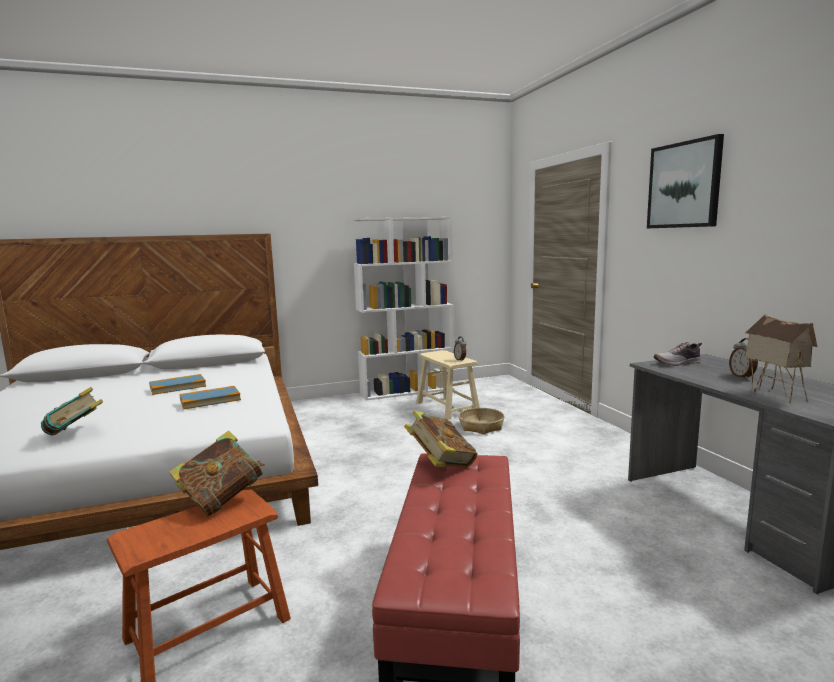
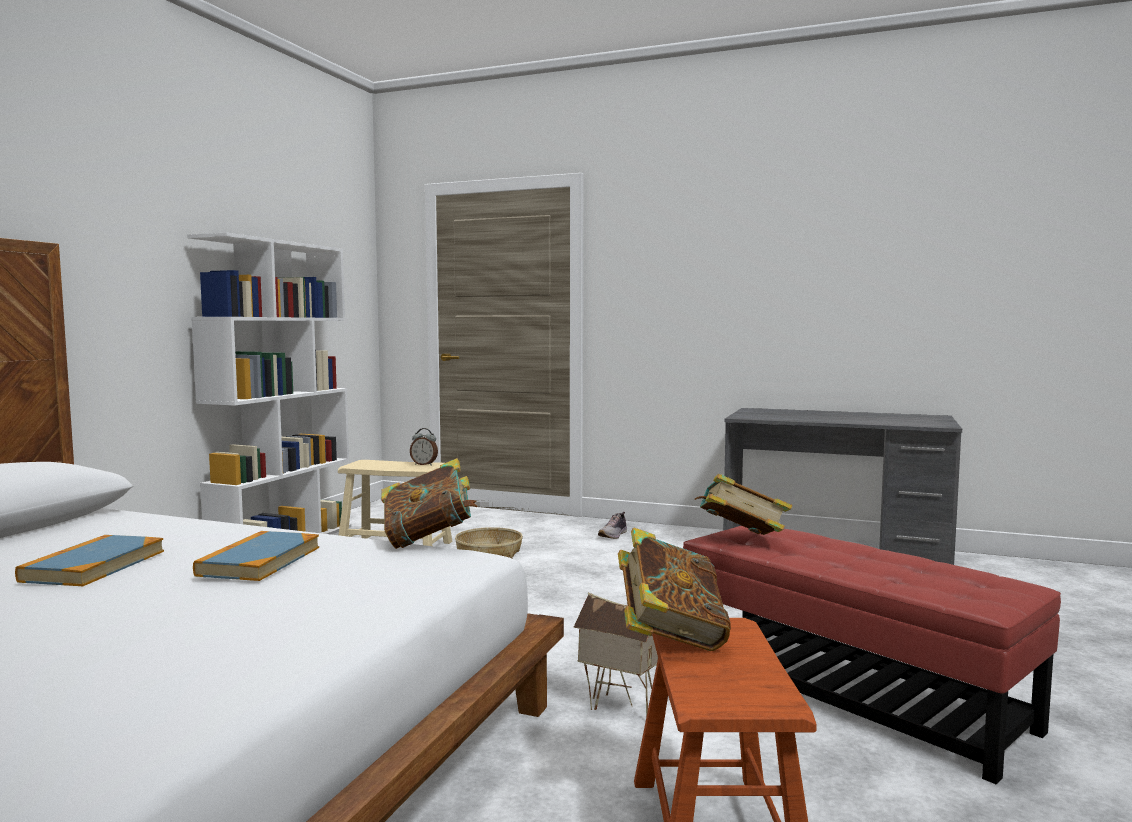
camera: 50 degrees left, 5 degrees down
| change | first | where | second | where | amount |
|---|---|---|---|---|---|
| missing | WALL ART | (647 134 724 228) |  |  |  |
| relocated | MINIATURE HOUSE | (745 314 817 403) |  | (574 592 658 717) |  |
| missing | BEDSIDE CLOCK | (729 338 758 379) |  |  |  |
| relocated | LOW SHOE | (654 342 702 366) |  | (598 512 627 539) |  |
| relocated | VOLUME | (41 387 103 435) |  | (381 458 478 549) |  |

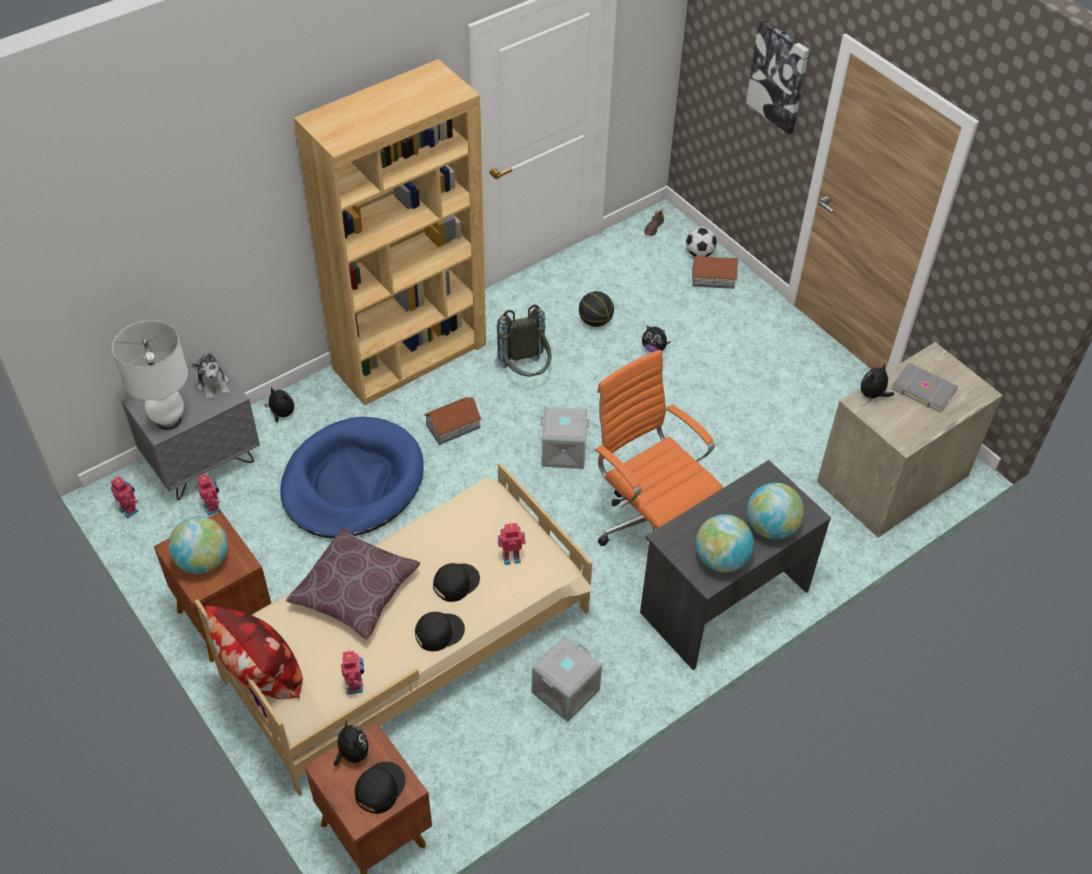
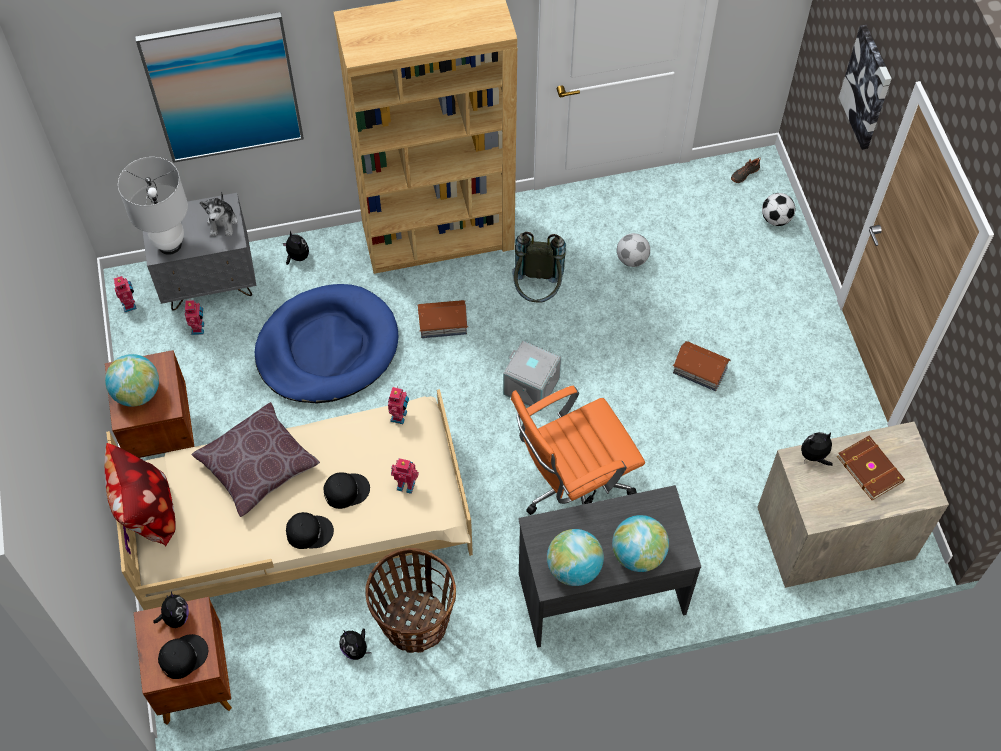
camera: 25 degrees right, 10 degrees up
| change | first | where | second | where | amount |
|---|---|---|---|---|---|
| relocated | MINIATURE HOUSE | (692 256 738 289) |  | (673 341 731 391) |  |
| exchanged | BASKETBALL BALL | (579 291 614 327) | BALL FOR FOOTBALL | (617 233 650 267) |  |
| relocated | CUDDLY TOY | (642 325 671 353) |  | (339 629 372 660) |  |
| spun | ORANGEY COMPUTER CHAIR | (594 350 723 546) |  | (511 386 645 515) | 105 degrees counterclockwise |
| colour | GREYISH VOLUME | (891 363 958 413) | BROWN VOLUME | (837 436 905 500) |  |
| exchanged | GREYISH STORAGE CONTAINER | (531 637 602 722) | BASKET | (365 548 456 653) |  |
| relocated | ROBOT FIGURE | (341 649 364 695) |  | (388 386 409 424) |  |
| appeared |  |  | WALL ART | (135 12 304 163) |  |

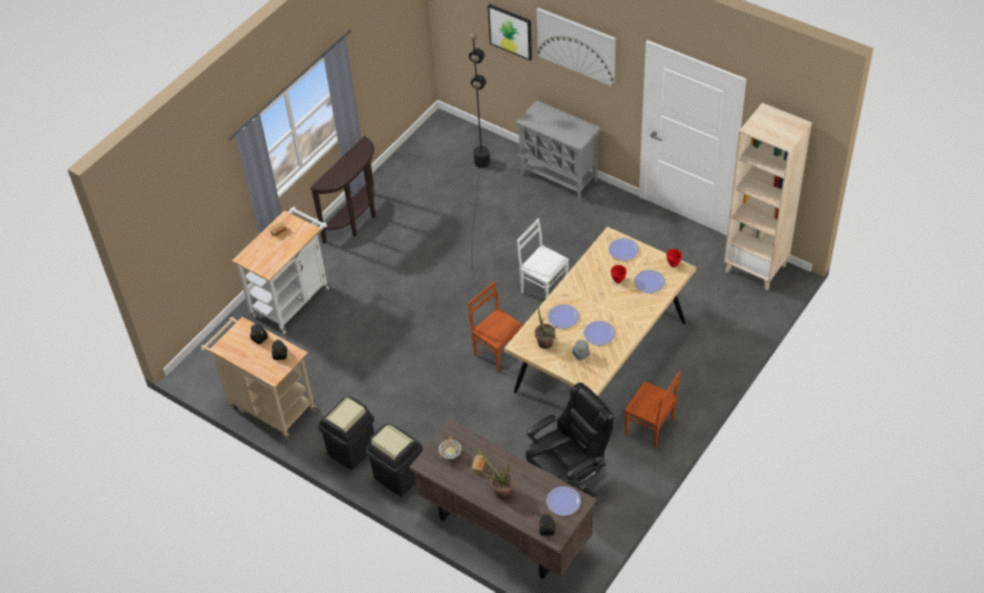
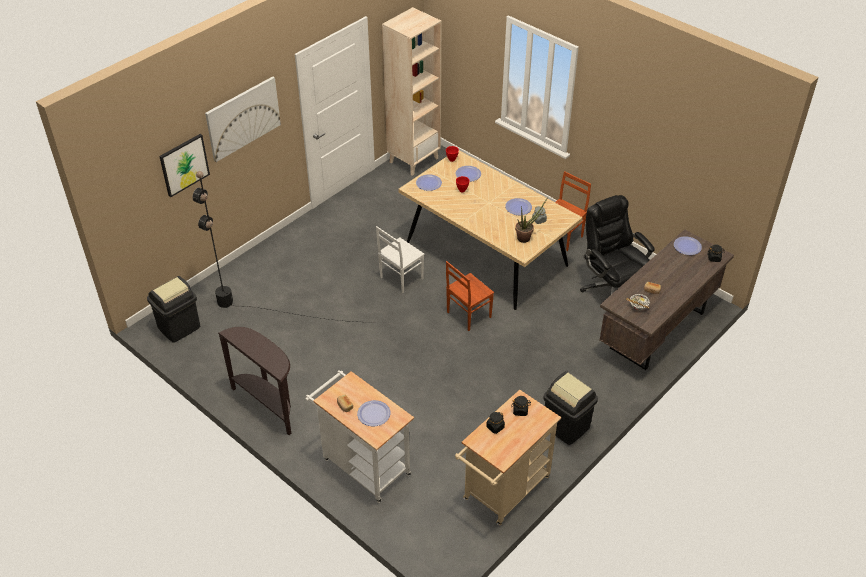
camera: 85 degrees left, 5 degrees down
| change | first | where | second | where | amount |
|---|---|---|---|---|---|
| missing | GREYISH STORAGE CABINET | (516 100 601 201) |  |  |  |
| relocated | PLATE | (548 304 579 329) |  | (357 400 390 426) |  |
| relocated | BLACKISH TRASH CAN | (366 424 423 497) |  | (147 276 200 343) |  |
| missing | POTTED PLANT | (476 448 514 499) |  |  |  |

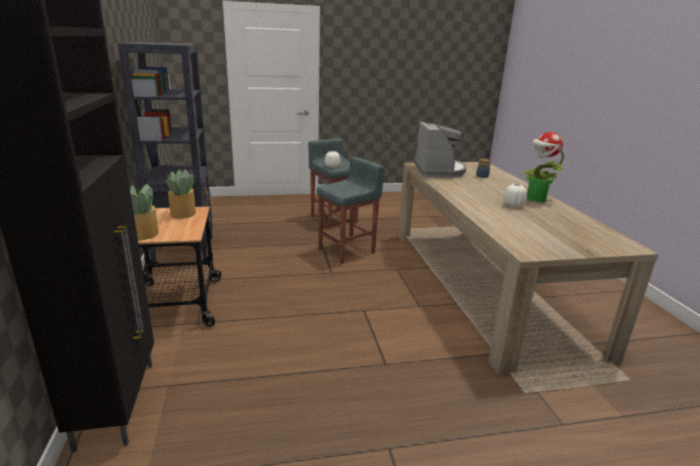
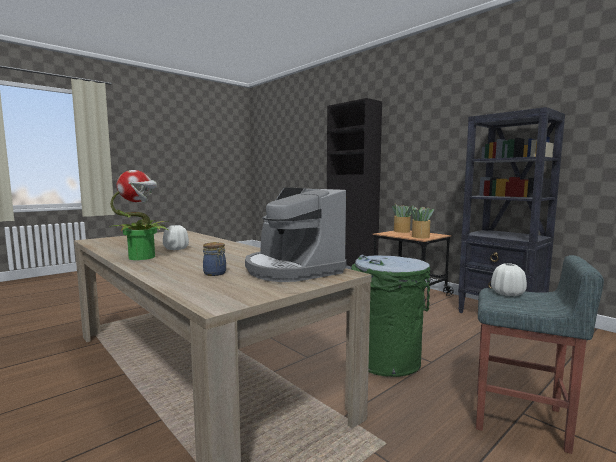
camera: 150 degrees right, 15 degrees down
| change | first | where | second | where | amount |
|---|---|---|---|---|---|
| exchanged | GREYISH SITTING STOOL | (317 157 385 264) | GREENISH TRASH CAN | (351 255 430 377) |  |

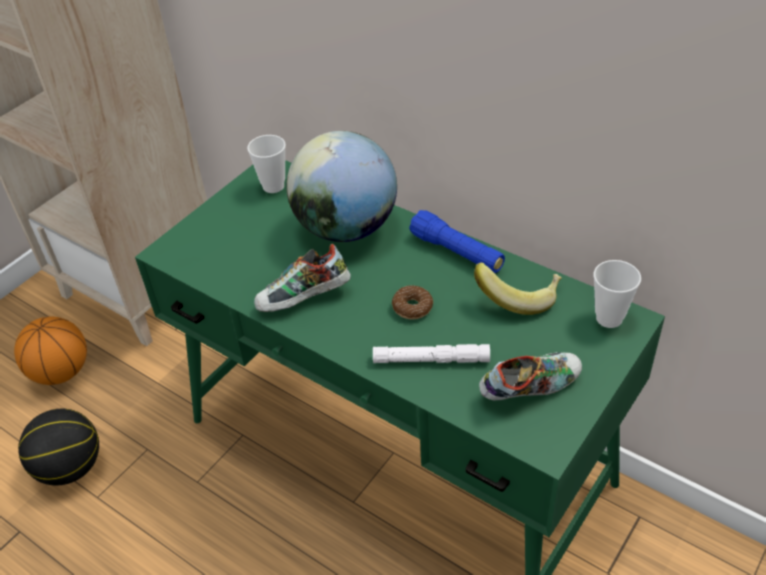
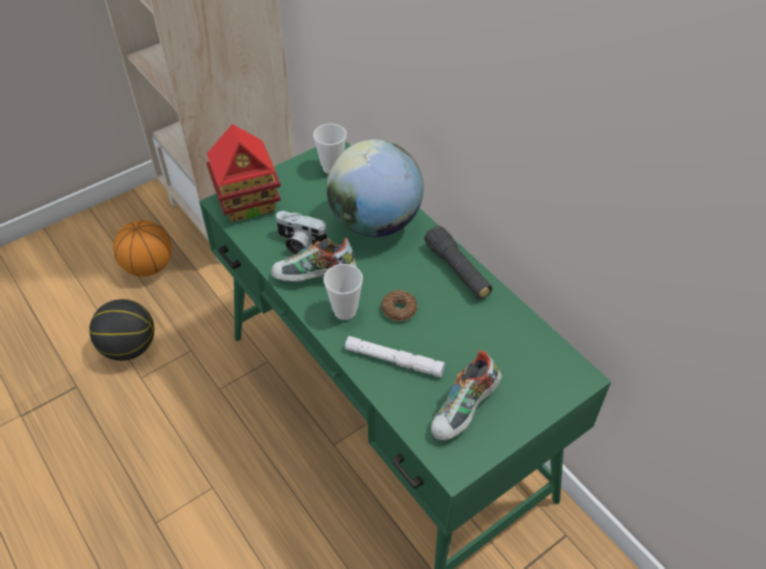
camera: 15 degrees right, 5 degrees up
| change | first | where | second | where | amount |
|---|---|---|---|---|---|
| colour | BLUE-COLOURED FLASHLIGHT | (409 210 505 273) | BLACKISH FLASHLIGHT | (424 225 492 299) |  |
| relocated | SMALL CUP | (594 260 641 328) |  | (324 264 363 320) |  |
| missing | BANANA | (474 262 562 315) |  |  |  |
| spun | LOW SHOE | (479 352 582 401) |  | (431 350 502 441) | 135 degrees clockwise |
| appeared |  |  | MINIATURE HOUSE | (206 124 281 222) |  |
| appeared |  |  | PHOTO CAMERA | (276 211 328 255) |  |

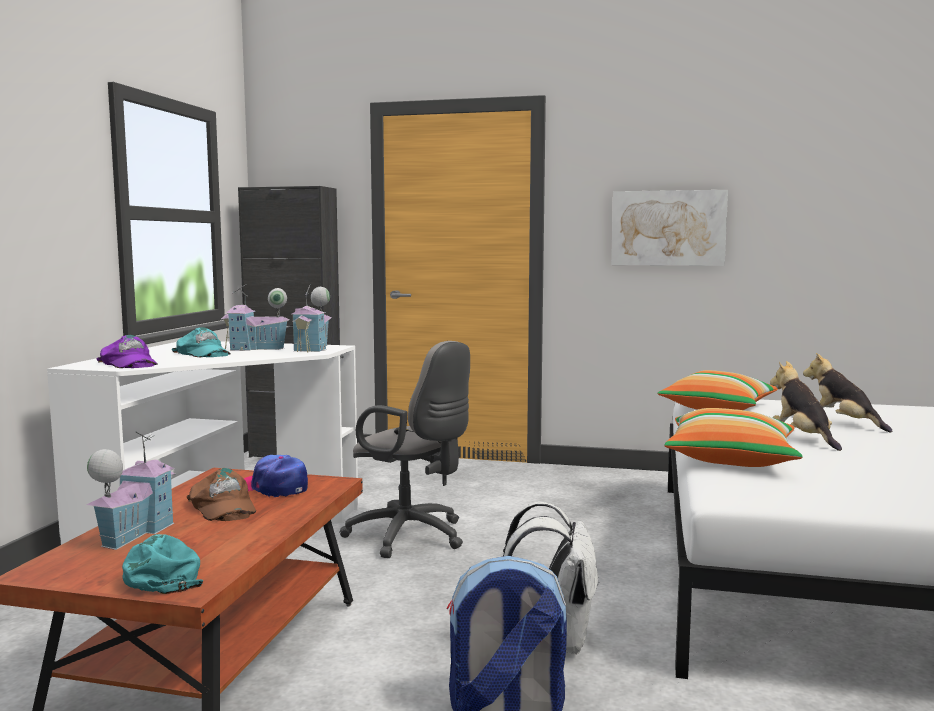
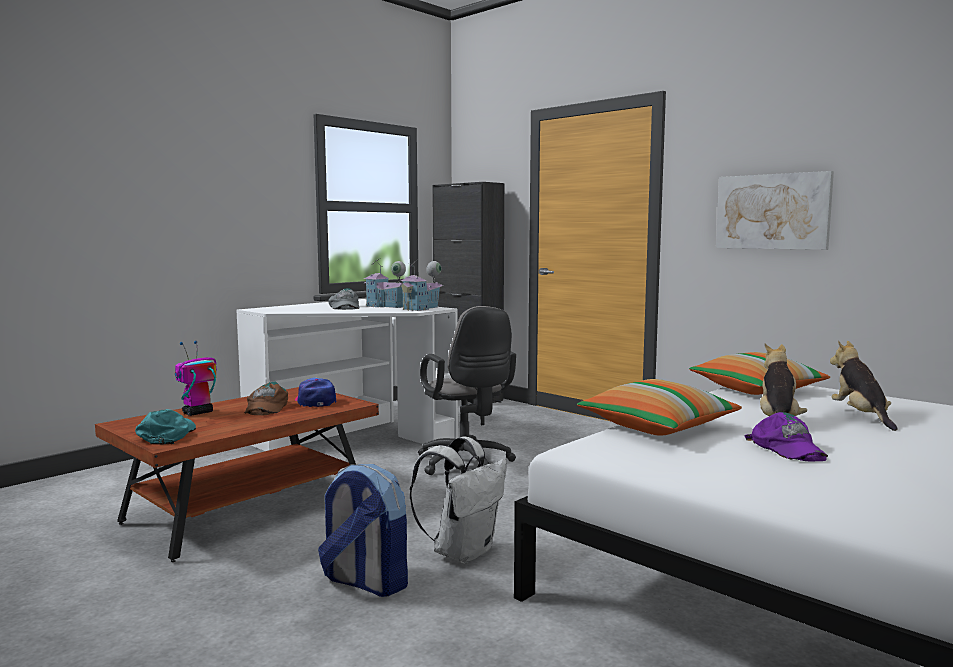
camera: 30 degrees right, 0 degrees up
| change | first | where | second | where | amount |
|---|---|---|---|---|---|
| colour | TURQUOISE CAP | (172 327 231 357) | GREYISH CAP | (328 288 359 310) |  |
| relocated | PURPLE-COLOURED CAP | (96 335 158 368) |  | (744 412 828 462) |  |
| exchanged | MINIATURE HOUSE | (86 432 175 550) | ROBOT FIGURE | (175 341 217 416) |  |

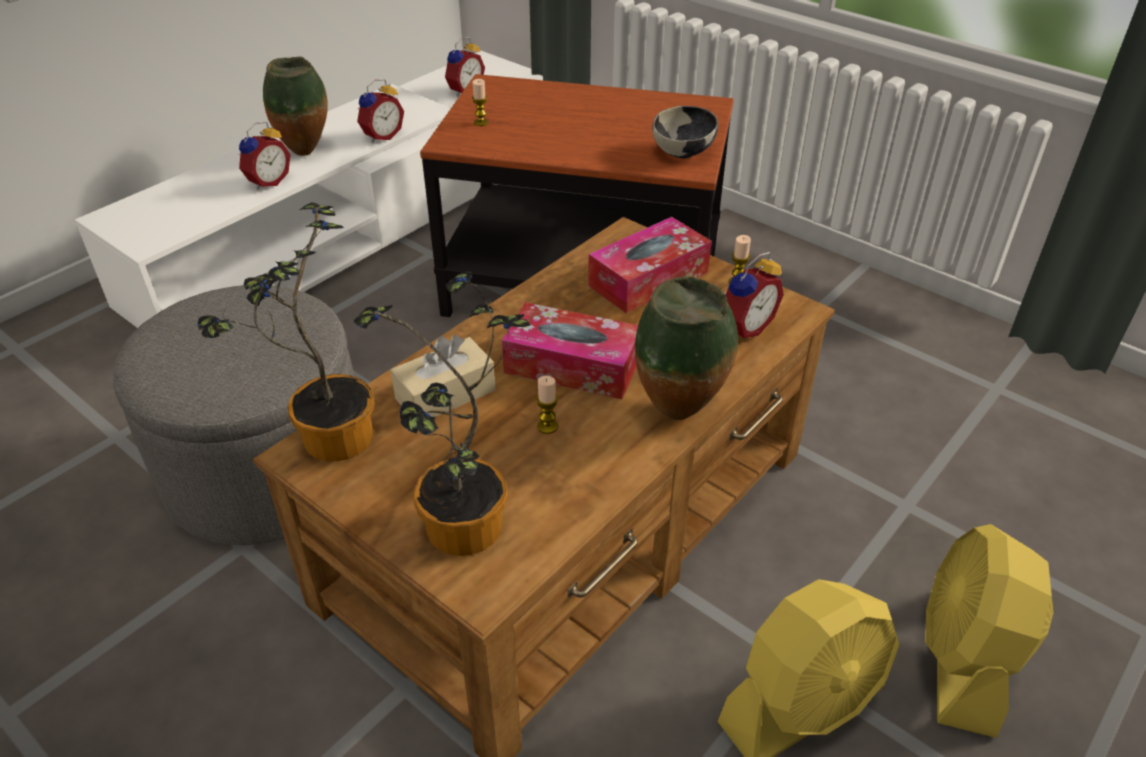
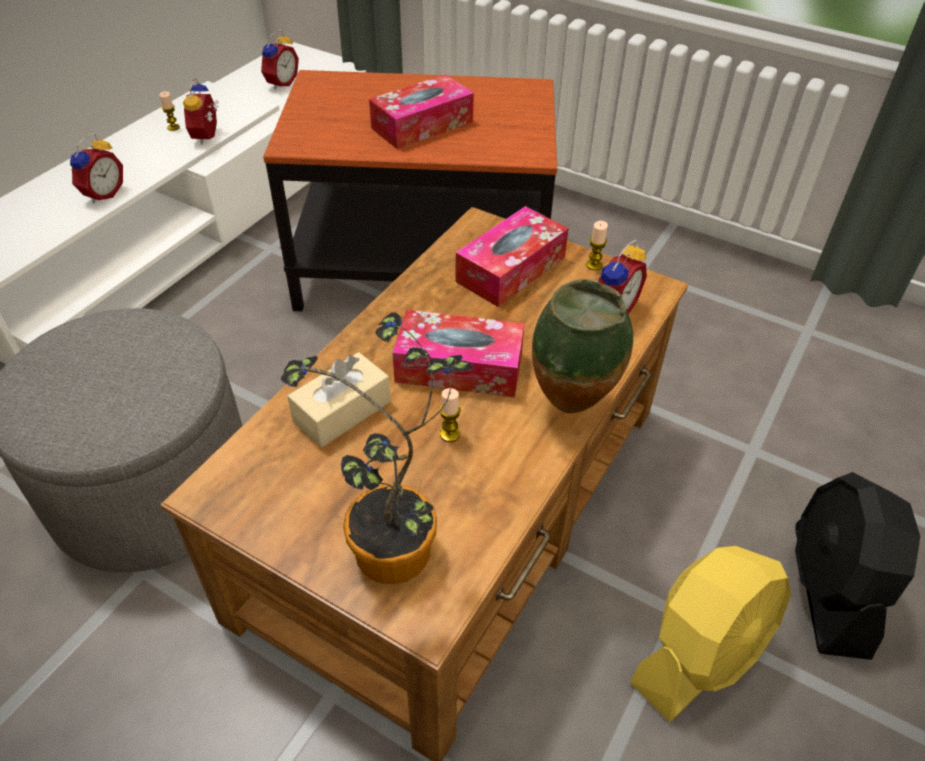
camera: 10 degrees left, 5 degrees up
| change | first | where | second | where | amount |
|---|---|---|---|---|---|
| missing | VASE | (263 57 328 156) |  |  |  |
| spun | BEDSIDE CLOCK | (357 79 404 143) |  | (183 78 219 144) | 150 degrees clockwise |
| relocated | WAX LIGHT | (472 79 489 126) |  | (160 91 180 131) |  |
| missing | DEEP DISH | (652 106 718 159) |  |  |  |
| missing | POTTED PLANT | (197 203 375 461) |  |  |  |
| colour | YELLOWISH ELECTRIC FAN | (925 524 1054 738) | BLACKISH ELECTRIC FAN | (795 472 920 660) |  |
| appeared |  |  | BOX OF TISSUES | (369 74 474 149) |  |

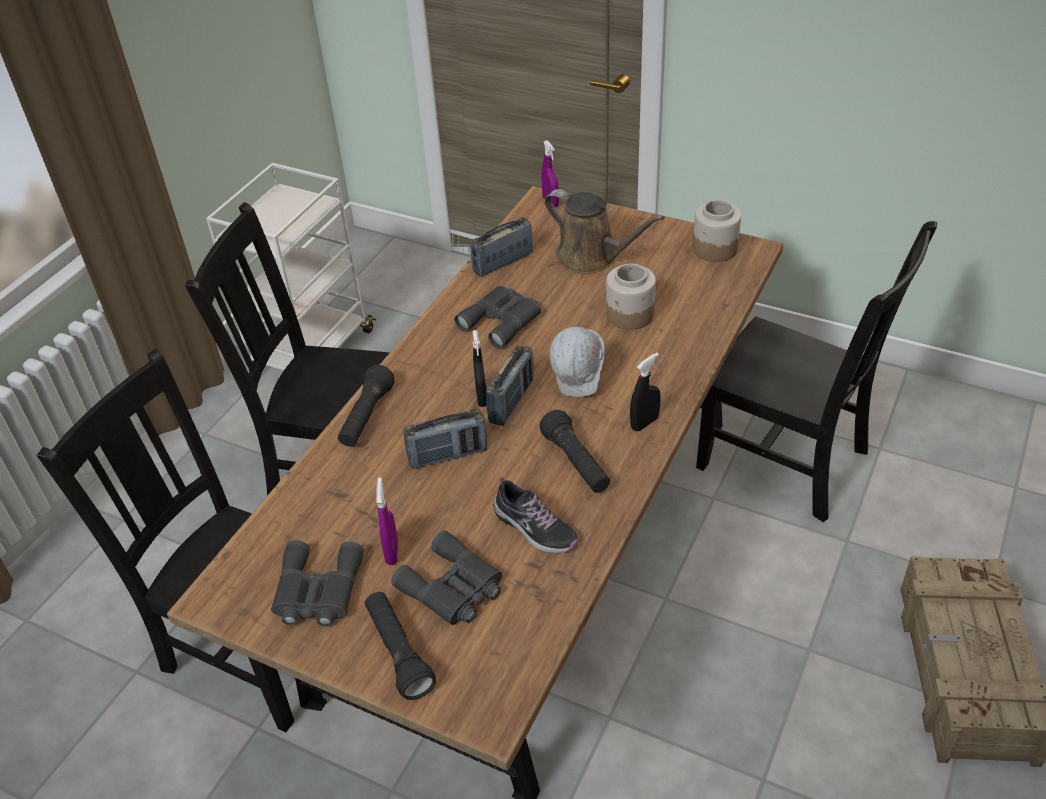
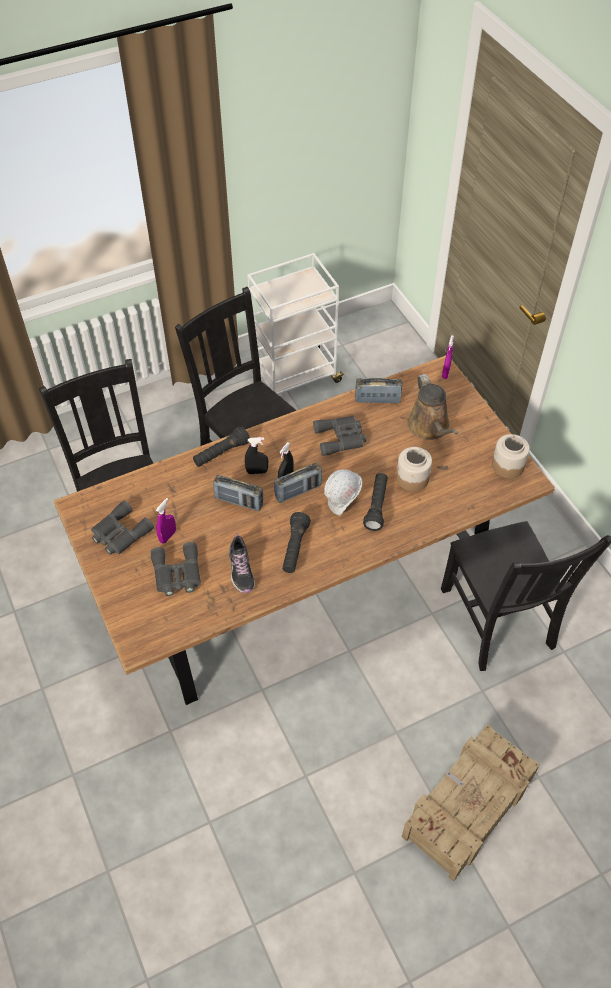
camera: 35 degrees right, 10 degrees up
| change | first | where | second | where | amount |
|---|---|---|---|---|---|
| relocated | BLACKISH HAND SPRAYER | (630 353 660 431) |  | (245 437 268 474) |  |
| relocated | BLACKISH FLASHLIGHT | (365 592 436 700) |  | (363 473 388 531) |  |

